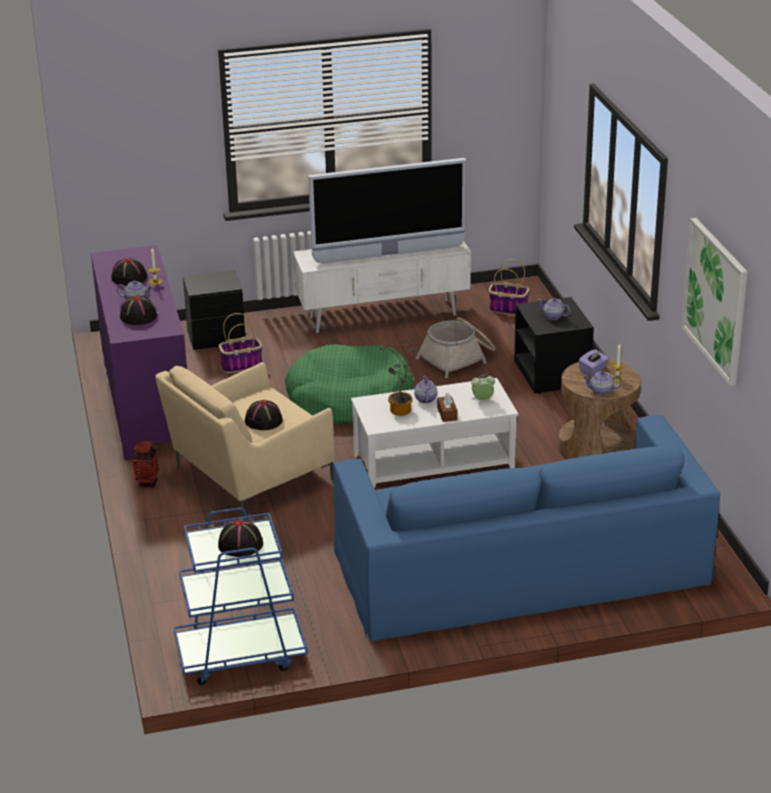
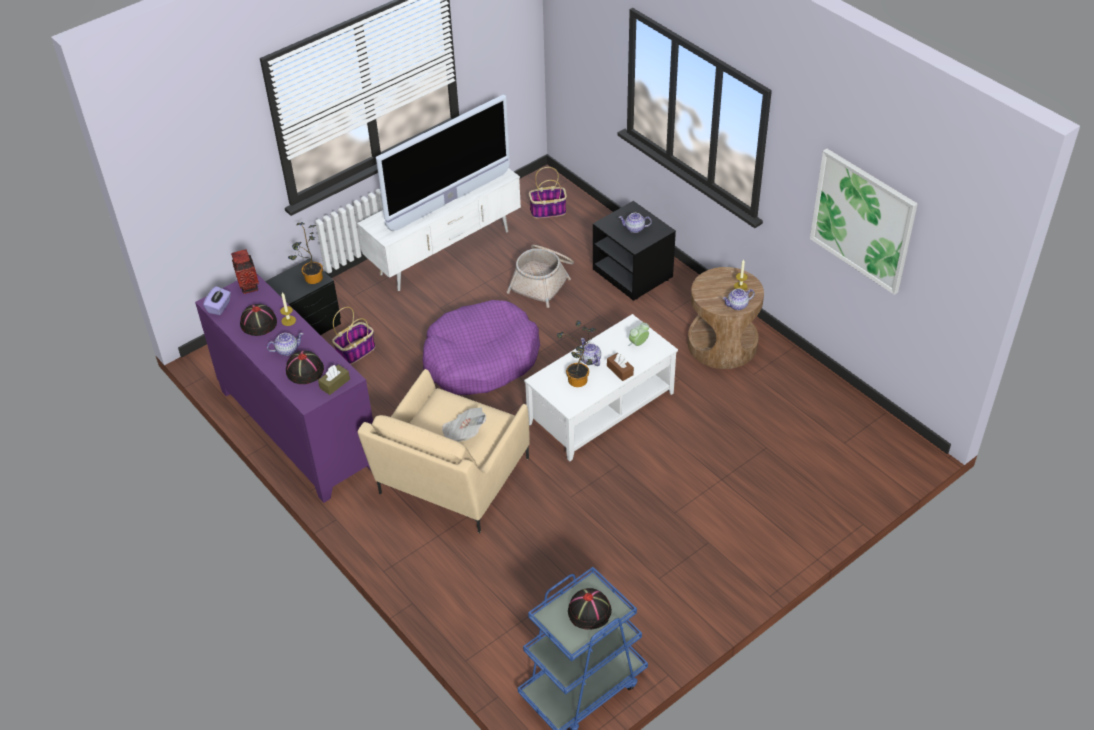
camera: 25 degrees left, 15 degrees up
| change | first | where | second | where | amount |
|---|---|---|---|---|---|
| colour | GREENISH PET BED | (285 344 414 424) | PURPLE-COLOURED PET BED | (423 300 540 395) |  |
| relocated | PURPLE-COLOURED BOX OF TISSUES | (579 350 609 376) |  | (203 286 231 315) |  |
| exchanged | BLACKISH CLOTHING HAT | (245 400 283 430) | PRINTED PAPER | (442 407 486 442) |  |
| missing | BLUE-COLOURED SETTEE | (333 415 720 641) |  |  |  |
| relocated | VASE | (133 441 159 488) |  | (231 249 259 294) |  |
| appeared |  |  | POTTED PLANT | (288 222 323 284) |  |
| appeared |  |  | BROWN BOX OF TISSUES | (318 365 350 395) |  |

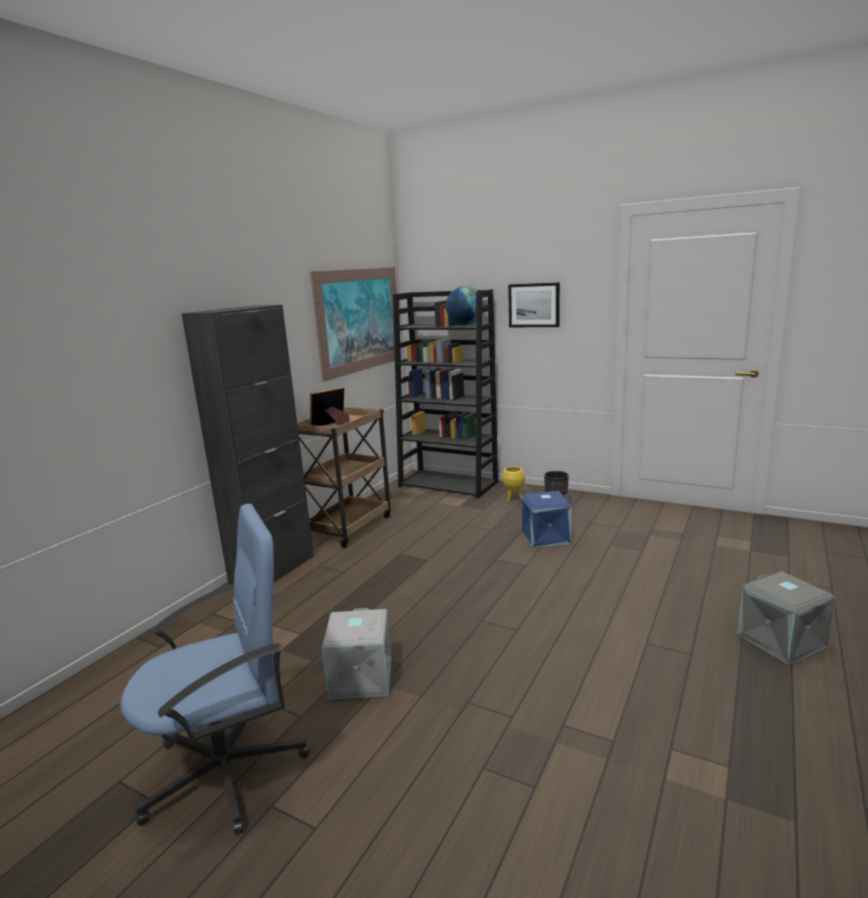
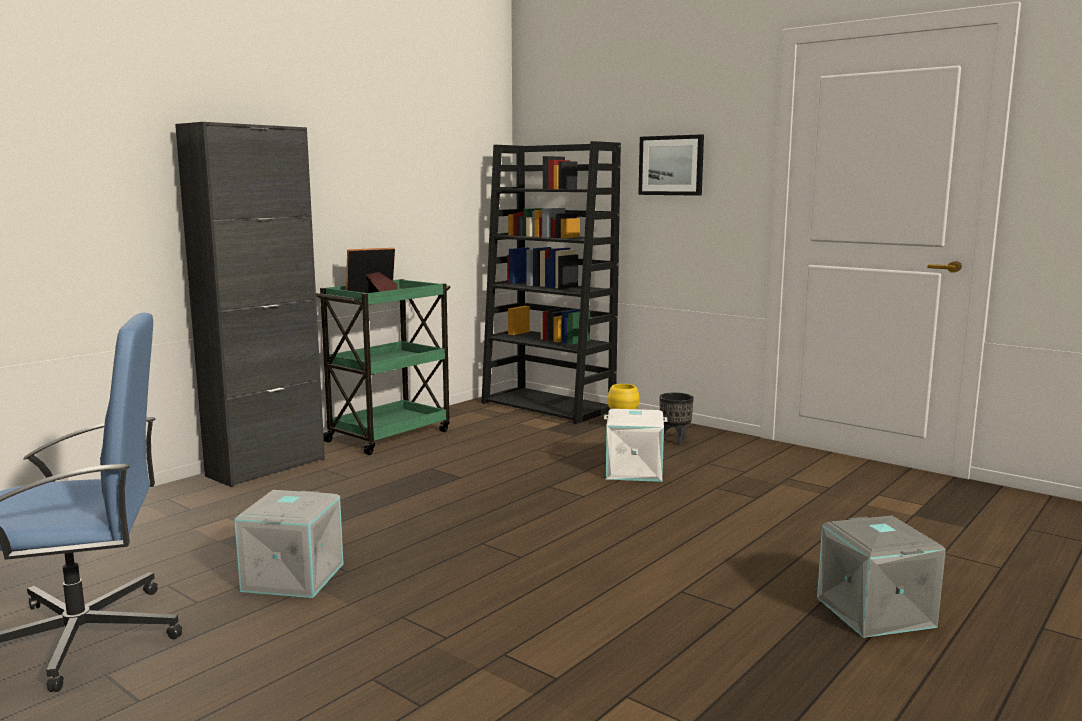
camera: 10 degrees right, 5 degrees down
| change | first | where | second | where | amount |
|---|---|---|---|---|---|
| missing | WALL ART | (310 267 401 381) |  |  |  |
| missing | WORLD GLOBE | (446 286 484 325) |  |  |  |
| colour | BROWN CART | (297 407 391 548) | GREENISH CART | (316 279 451 455) |  |
| colour | BLUE-COLOURED STORAGE CONTAINER | (522 491 571 548) | WHITISH STORAGE CONTAINER | (604 409 667 482) |  |

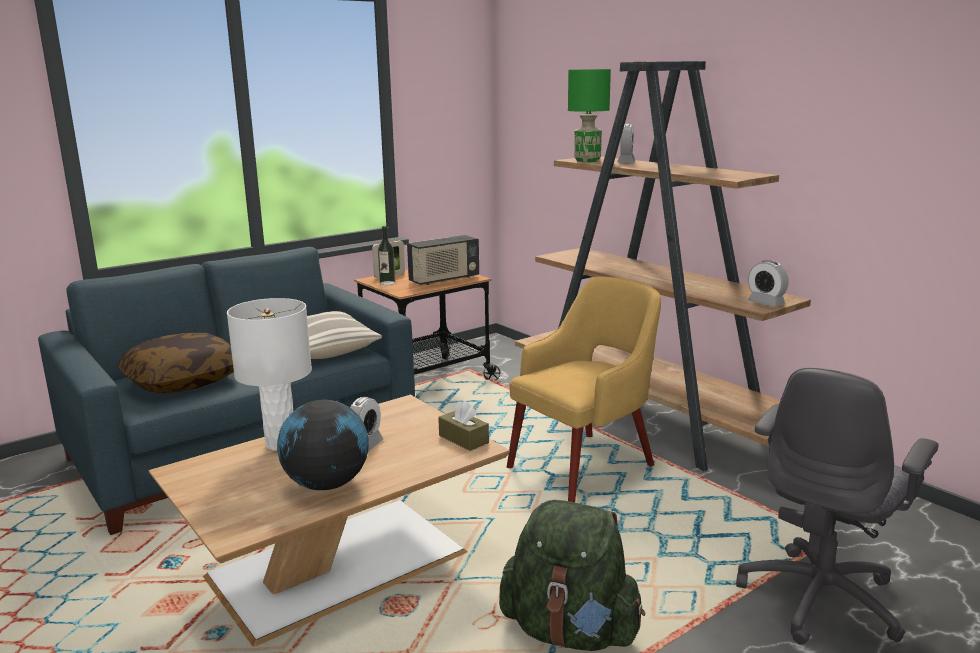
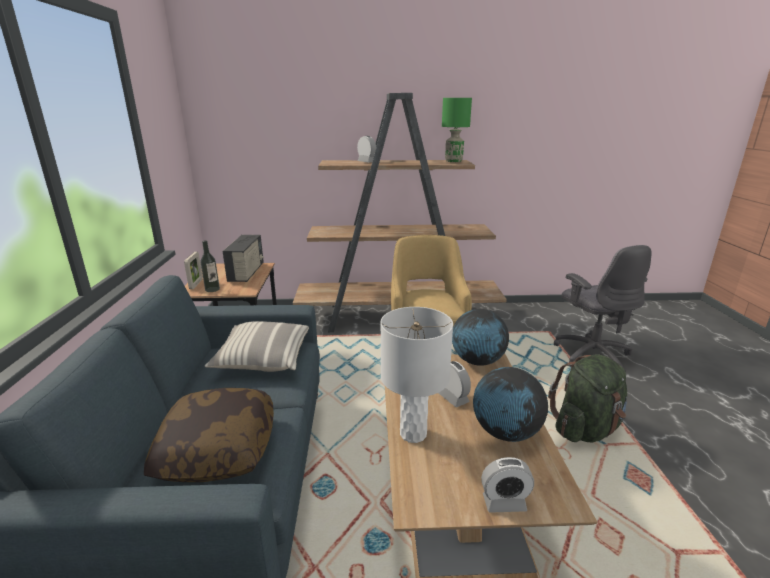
camera: 55 degrees left, 5 degrees up
| change | first | where | second | where | amount |
|---|---|---|---|---|---|
| relocated | GREENISH TABLE LAMP | (568 69 611 162) |  | (442 98 472 162) |  |
| relocated | BEDSIDE CLOCK | (748 260 789 307) |  | (481 457 534 513) |  |
| exchanged | BROWN BOX OF TISSUES | (438 401 489 451) | WORLD GLOBE | (452 309 509 366) |  |

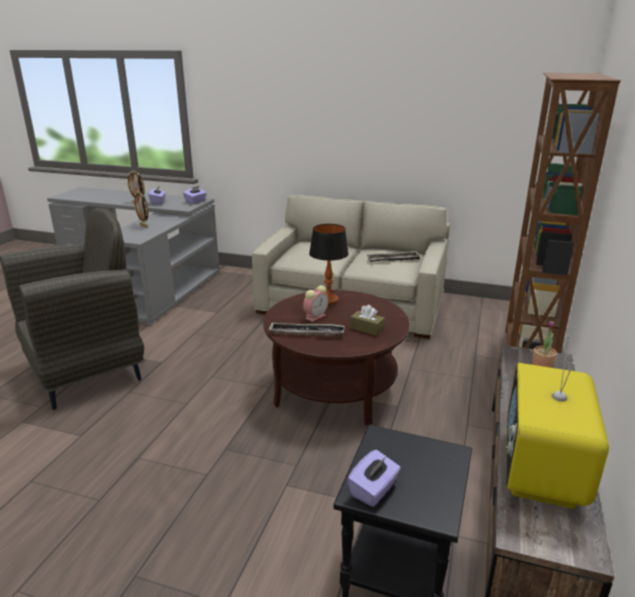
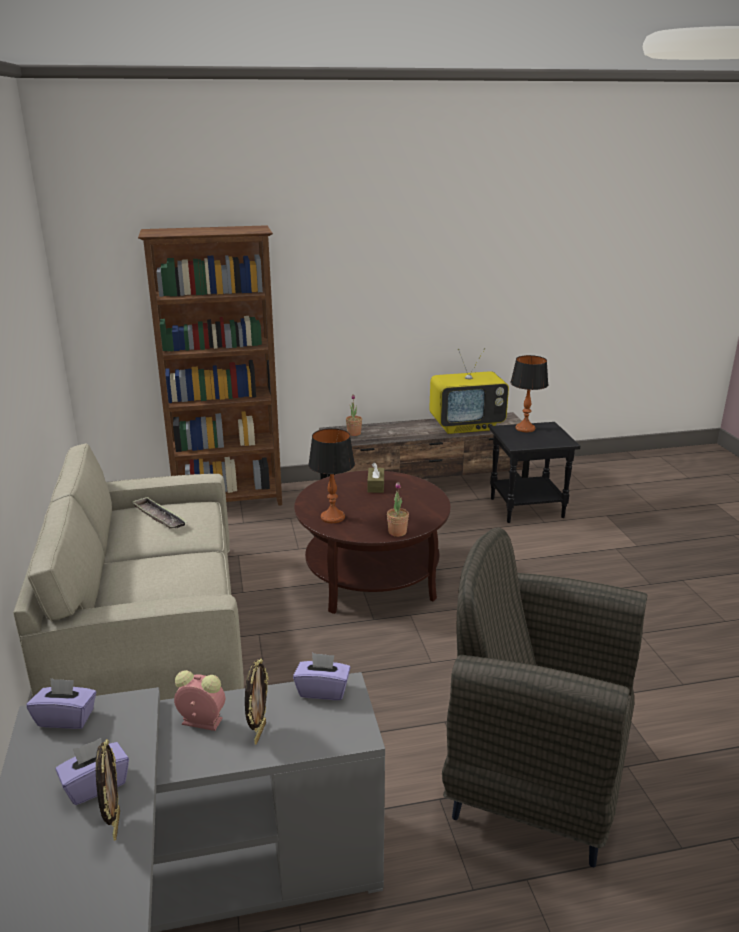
camera: 120 degrees left, 0 degrees up
| change | first | where | second | where | amount |
|---|---|---|---|---|---|
| relocated | BEDSIDE CLOCK | (303 285 328 322) |  | (174 670 225 731) |  |
| missing | TRAY | (269 323 345 336) |  |  |  |
| relocated | PURPLE-COLOURED BOX OF TISSUES | (347 450 401 507) |  | (293 653 351 700) |  |
| appeared |  |  | TABLE LAMP | (510 355 548 432) |  |
| appeared |  |  | POTTED PLANT | (387 482 409 537) |  |

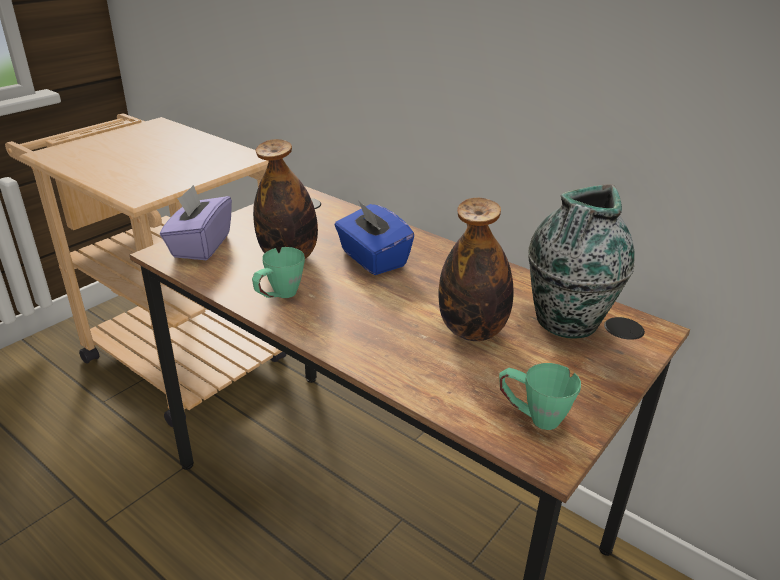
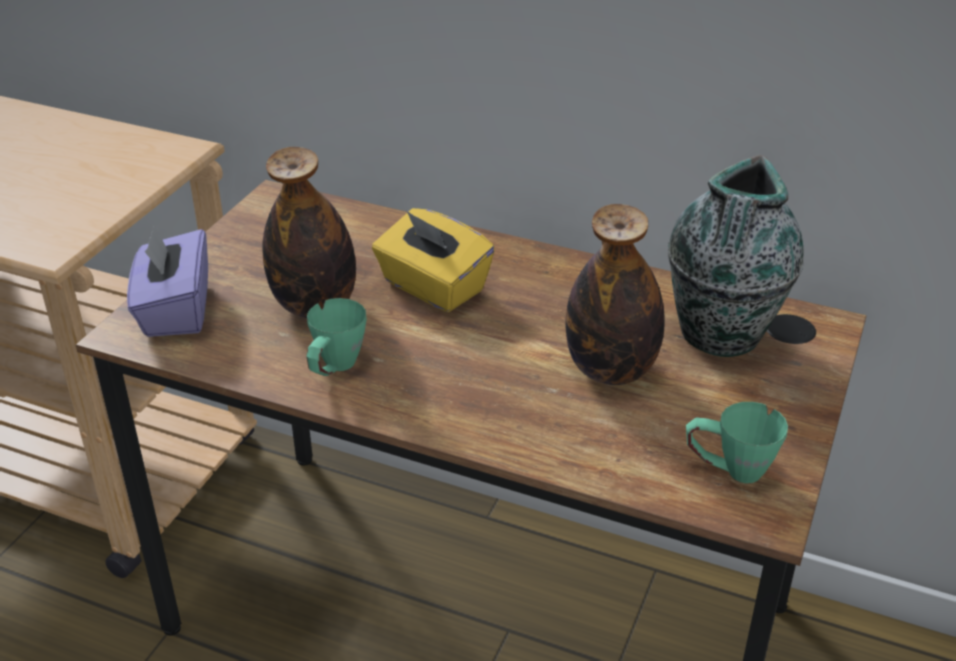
camera: 15 degrees left, 5 degrees up
| change | first | where | second | where | amount |
|---|---|---|---|---|---|
| colour | BLUE-COLOURED BOX OF TISSUES | (335 200 414 275) | YELLOWISH BOX OF TISSUES | (372 208 495 312) |  |

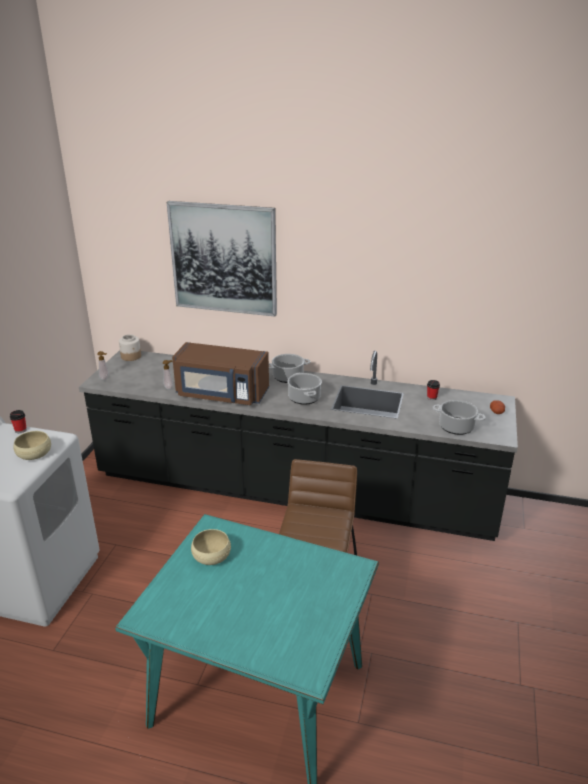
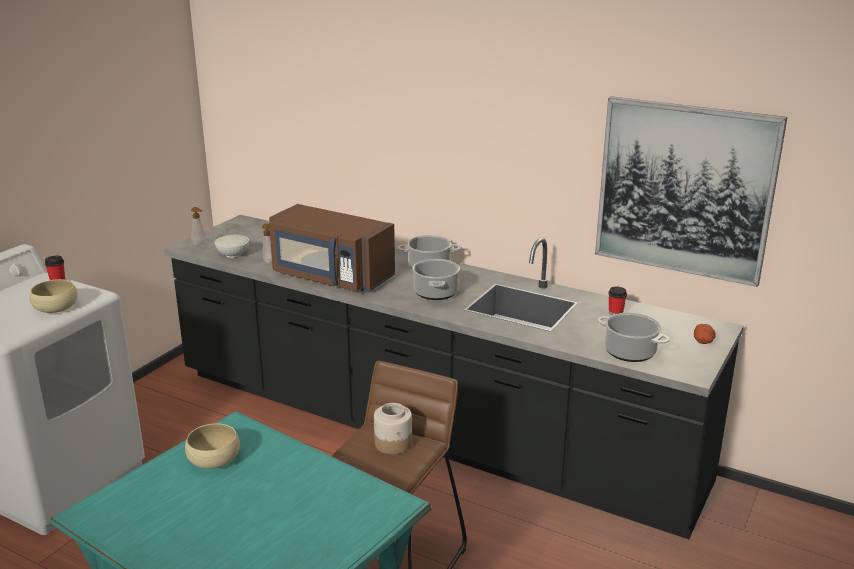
camera: 15 degrees right, 5 degrees down
| change | first | where | second | where | amount |
|---|---|---|---|---|---|
| relocated | WALL ART | (167 201 277 317) |  | (595 97 787 287) |  |
| relocated | STORAGE JAR | (119 334 141 361) |  | (374 403 412 454) |  |
| appeared |  |  | WHITISH DEEP DISH | (215 235 249 258) |  |

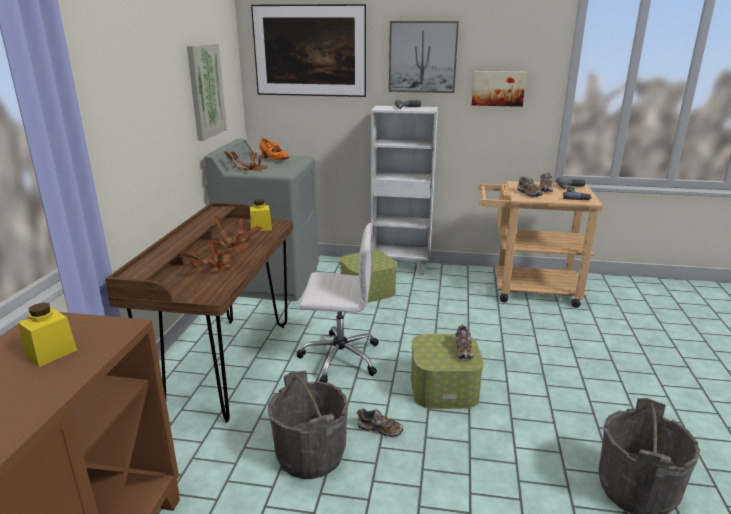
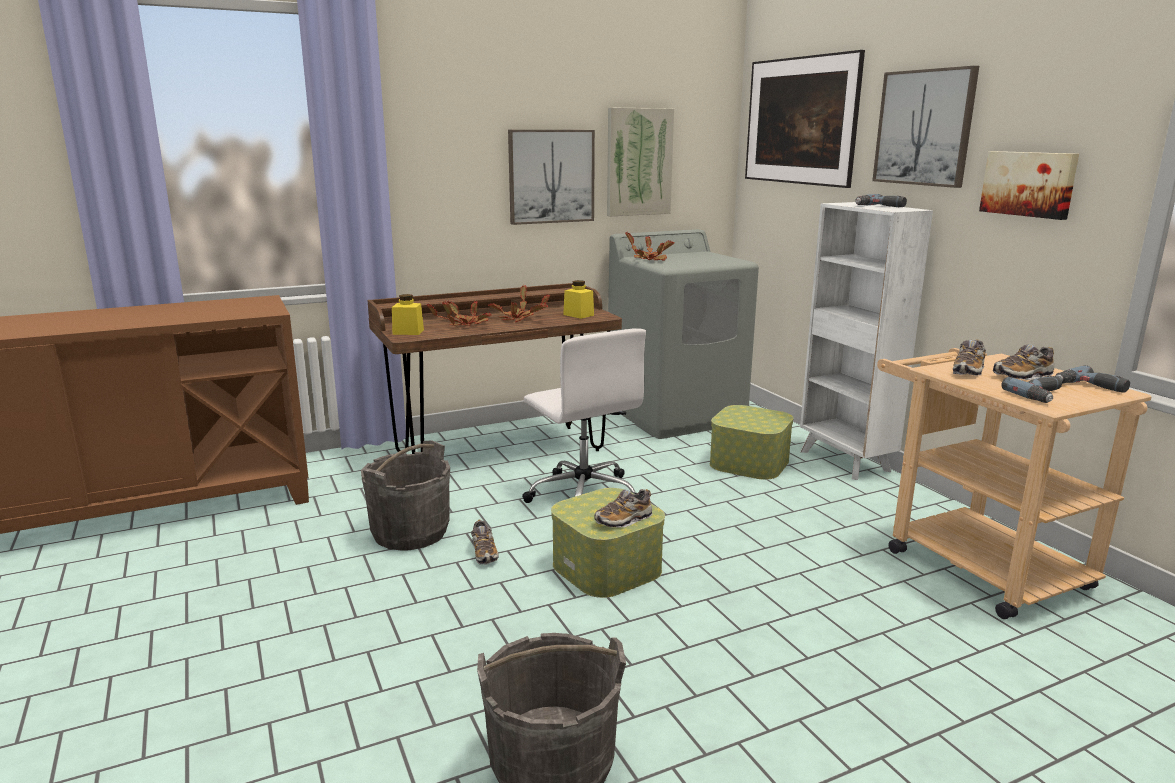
camera: 55 degrees right, 5 degrees down
| change | first | where | second | where | amount |
|---|---|---|---|---|---|
| missing | ORANGEY LOW SHOE | (259 138 289 160) |  |  |  |
| relocated | YELLOWISH STORAGE JAR | (18 303 77 367) |  | (392 294 424 335) |  |
| appeared |  |  | WALL ART | (508 130 595 225) |  |

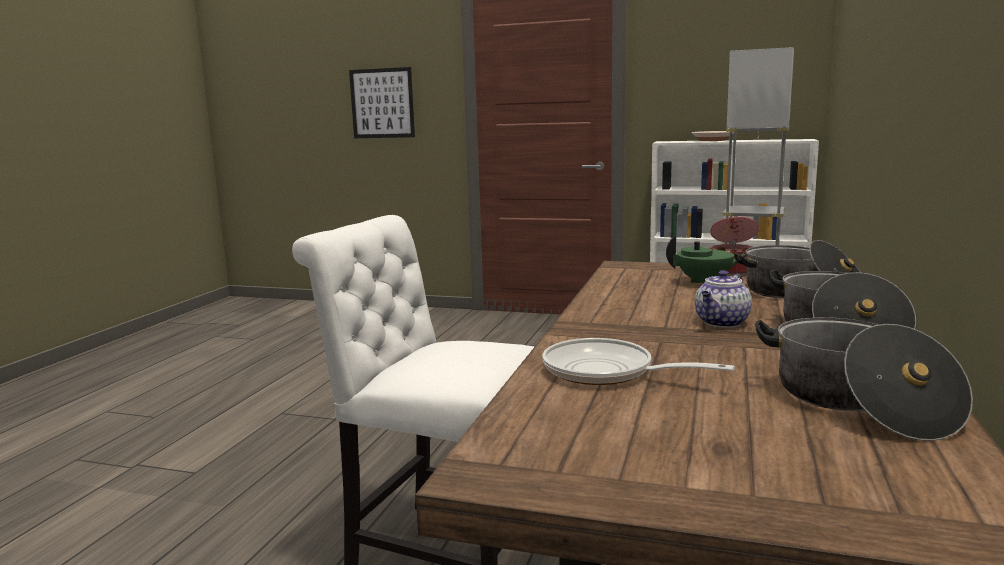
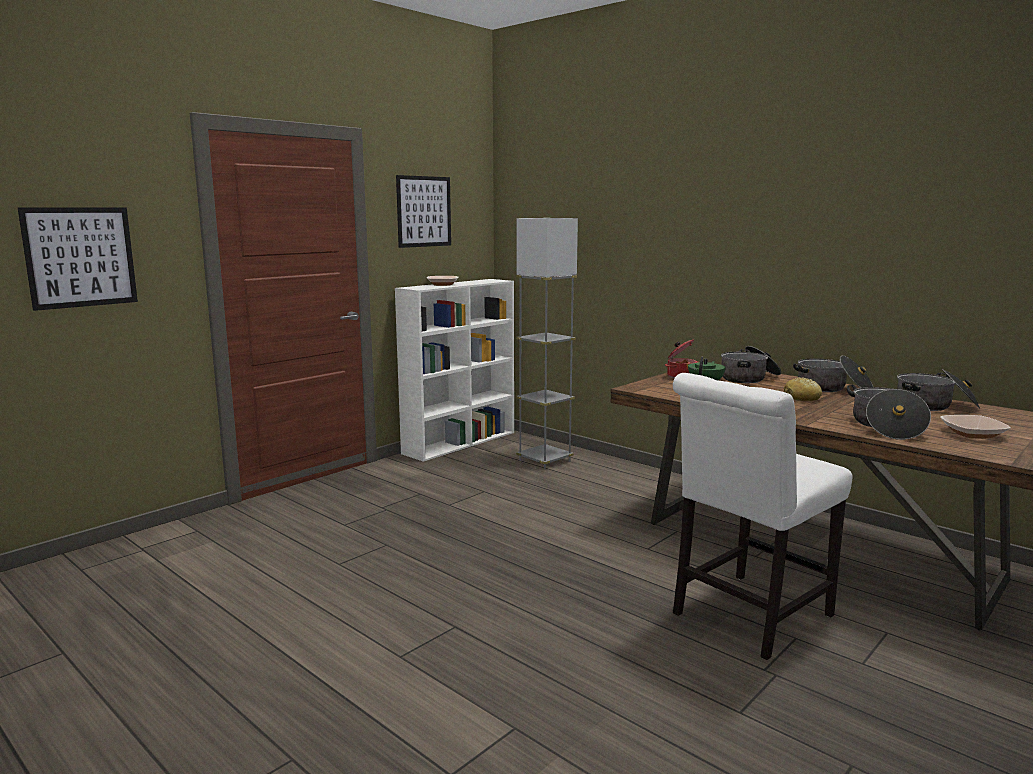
camera: 65 degrees left, 0 degrees up
| change | first | where | second | where | amount |
|---|---|---|---|---|---|
| exchanged | POT FOR TEA | (695 270 752 328) | BREAD | (784 377 822 401) |  |
| exchanged | FRYING PAN | (542 338 735 385) | COOKING POT | (847 385 931 440) |  |
| appeared |  |  | WALL ART | (396 175 451 248) |  |
| appeared |  |  | DEEP DISH | (940 415 1011 439) |  |

